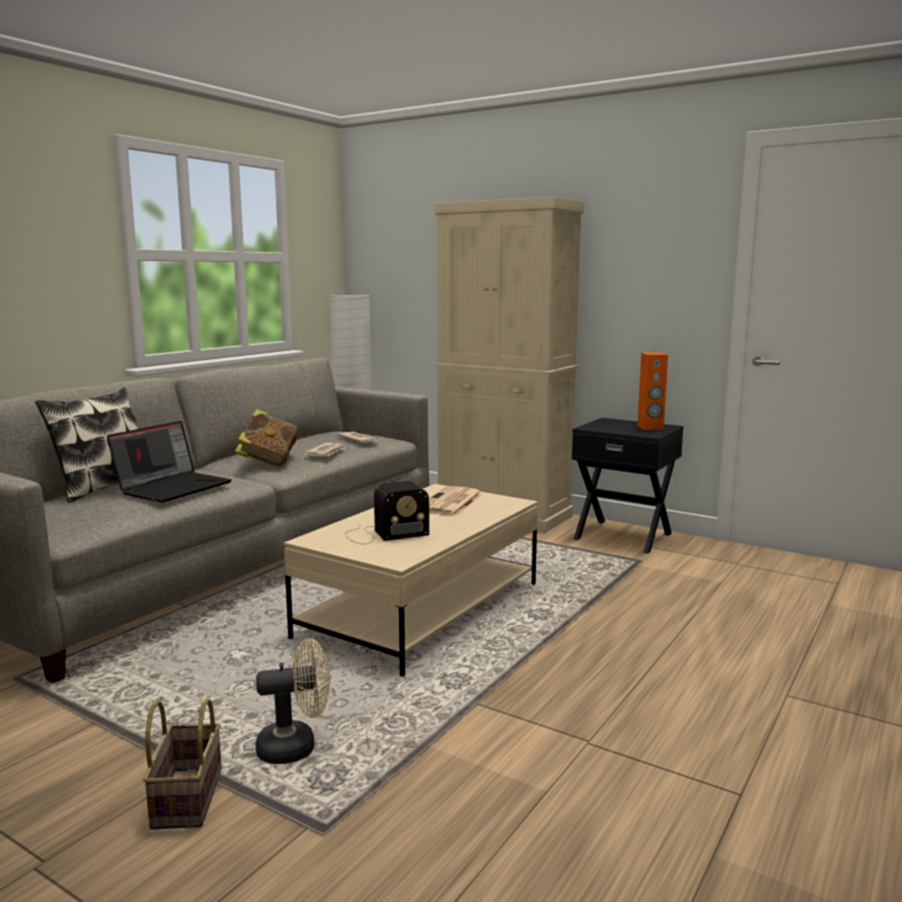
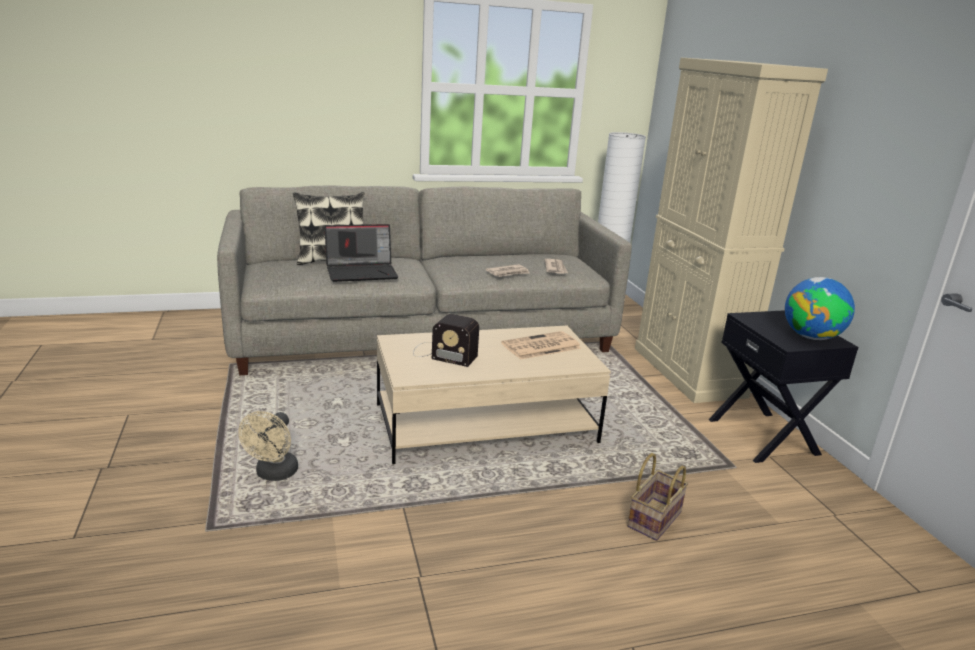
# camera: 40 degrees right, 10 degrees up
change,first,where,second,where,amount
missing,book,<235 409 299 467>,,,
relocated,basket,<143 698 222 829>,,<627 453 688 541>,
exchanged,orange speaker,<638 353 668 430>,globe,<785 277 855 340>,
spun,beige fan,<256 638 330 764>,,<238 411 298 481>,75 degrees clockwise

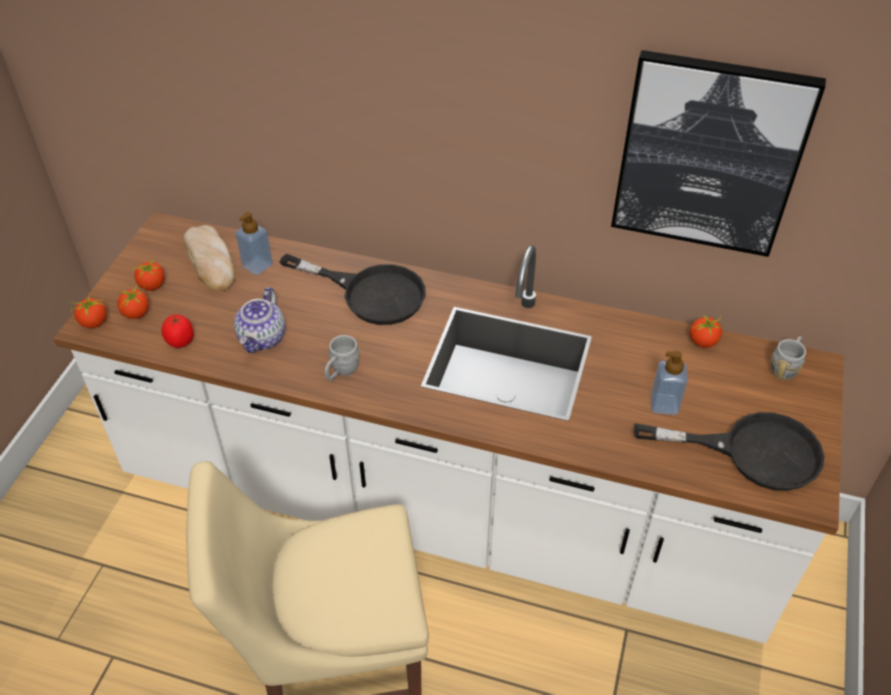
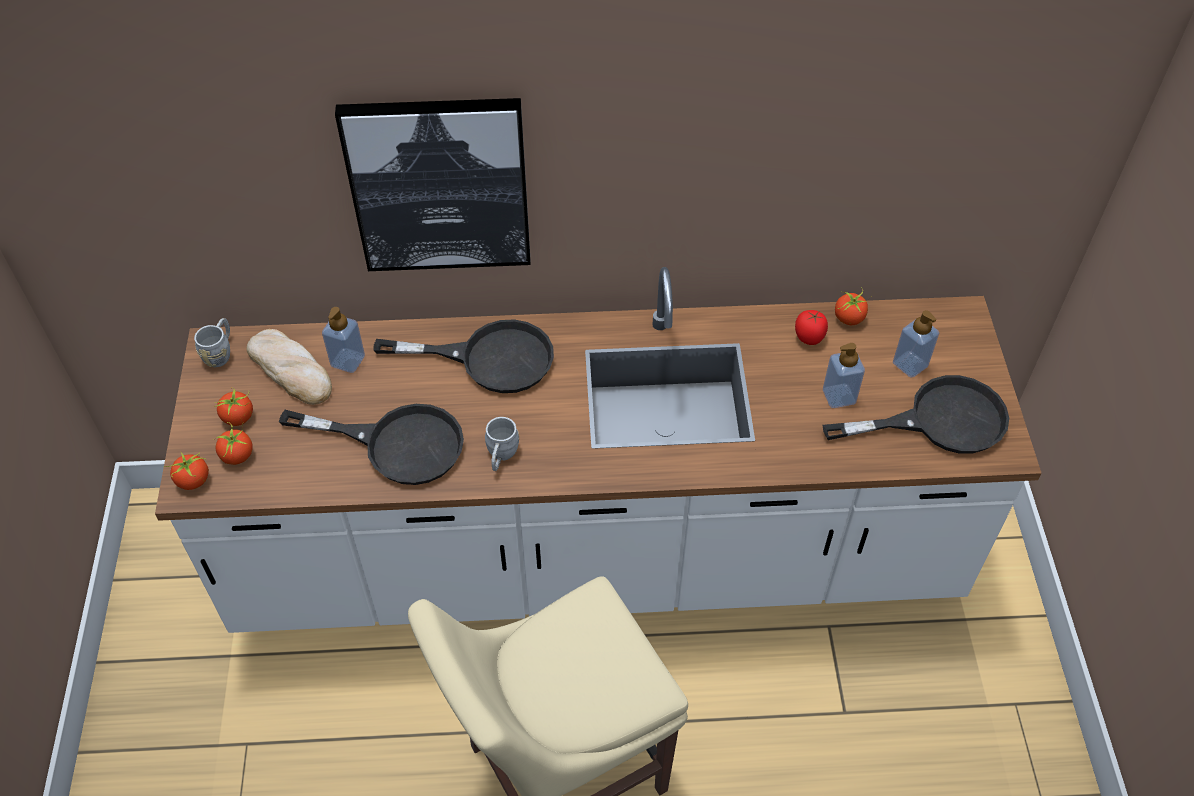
# camera: 20 degrees left, 5 degrees up
change,first,where,second,where,amount
appeared,,,soap dispenser,<893 310 939 378>,
relocated,tomato,<162 315 194 348>,,<795 310 828 345>,
relocated,picture,<611 50 826 257>,,<335 98 531 271>,
relocated,grey mug,<771 336 806 380>,,<194 318 230 367>,
exchanged,teapot,<234 287 285 353>,black frying pan,<279 404 464 485>,

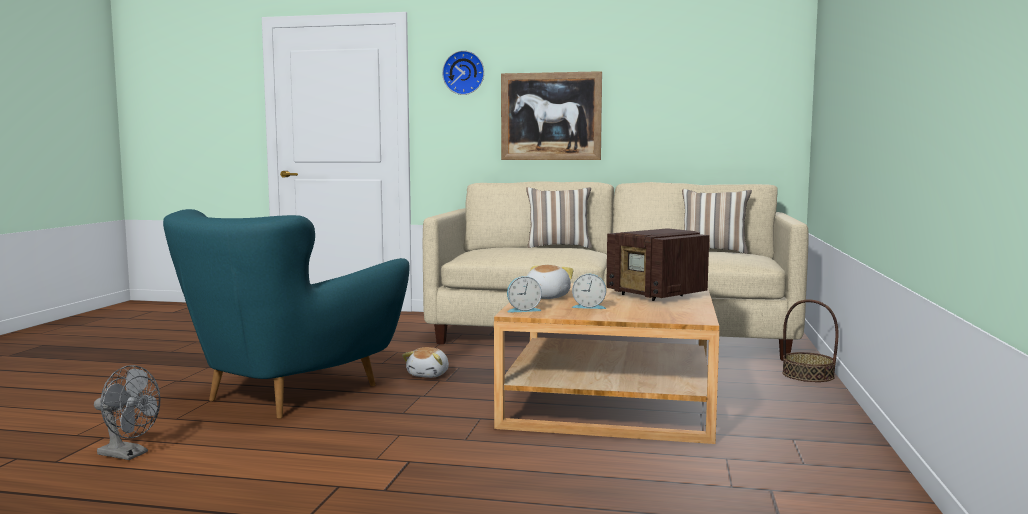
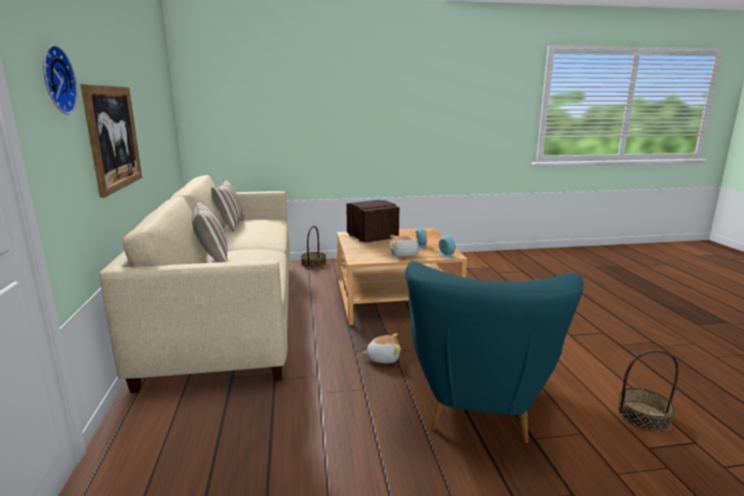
# camera: 110 degrees left, 10 degrees up
change,first,where,second,where,amount
exchanged,grey fan,<94 365 160 460>,basket,<617 349 679 432>,
spun,turquoise armchair,<163 209 409 419>,,<405 262 584 443>,90 degrees clockwise
spun,radio,<606 228 709 301>,,<346 200 399 243>,60 degrees counterclockwise

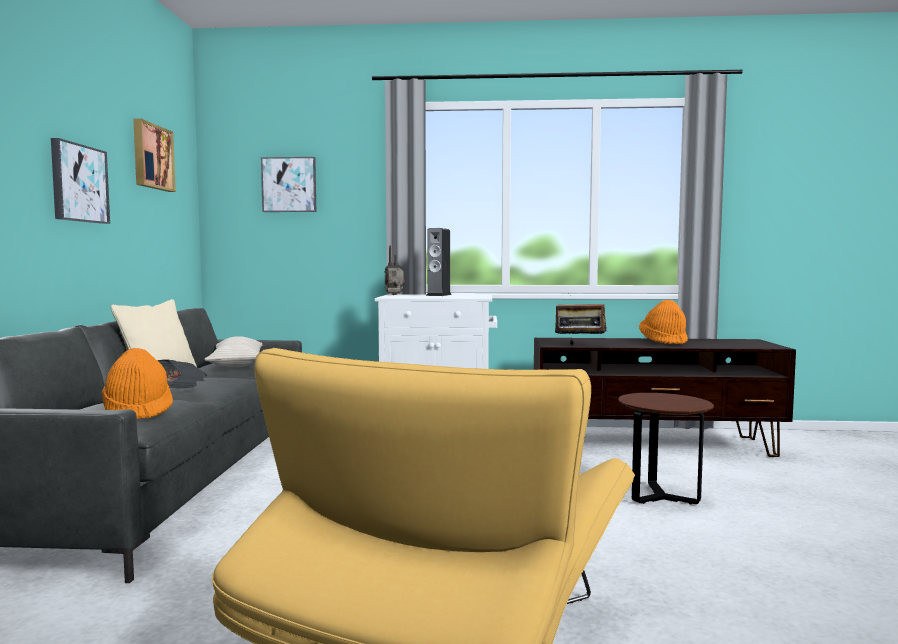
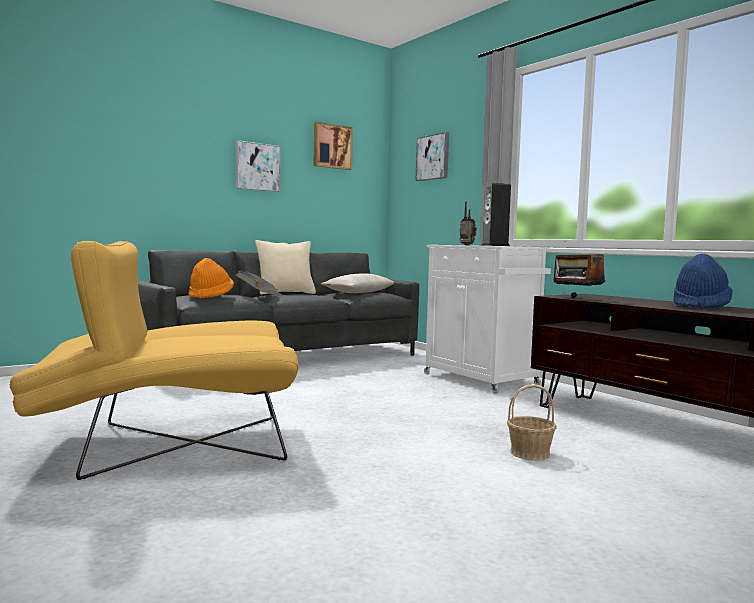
# camera: 50 degrees right, 0 degrees up
change,first,where,second,where,amount
exchanged,brown side table,<618 393 714 505>,basket,<507 384 557 460>,
colour,orange hat,<639 300 688 345>,blue hat,<673 254 733 309>,

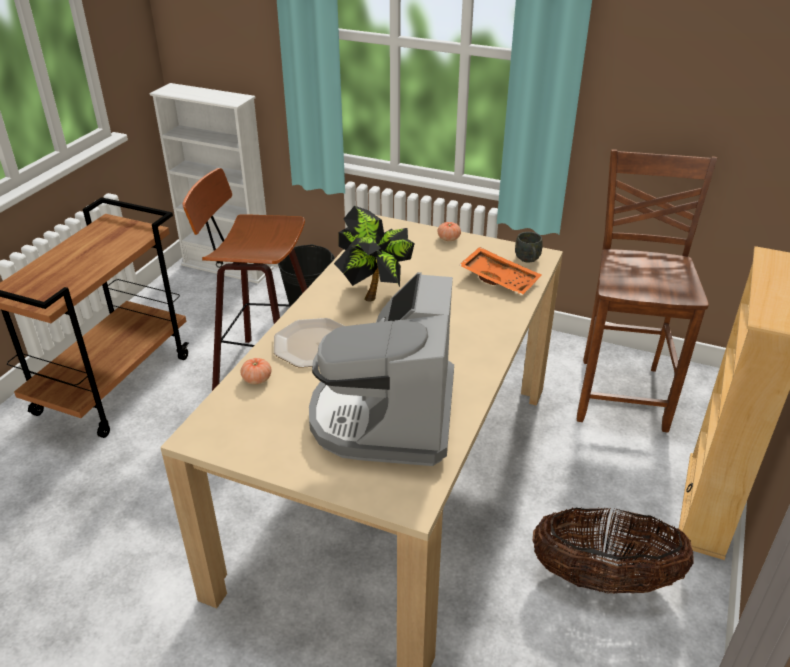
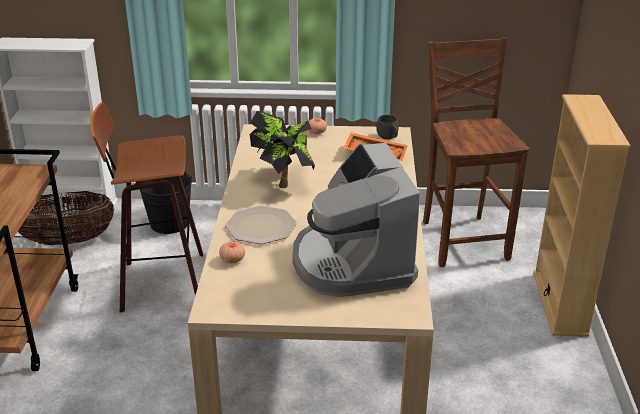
# camera: 20 degrees left, 5 degrees down
change,first,where,second,where,amount
relocated,basket,<533 507 694 594>,,<18 191 114 245>,

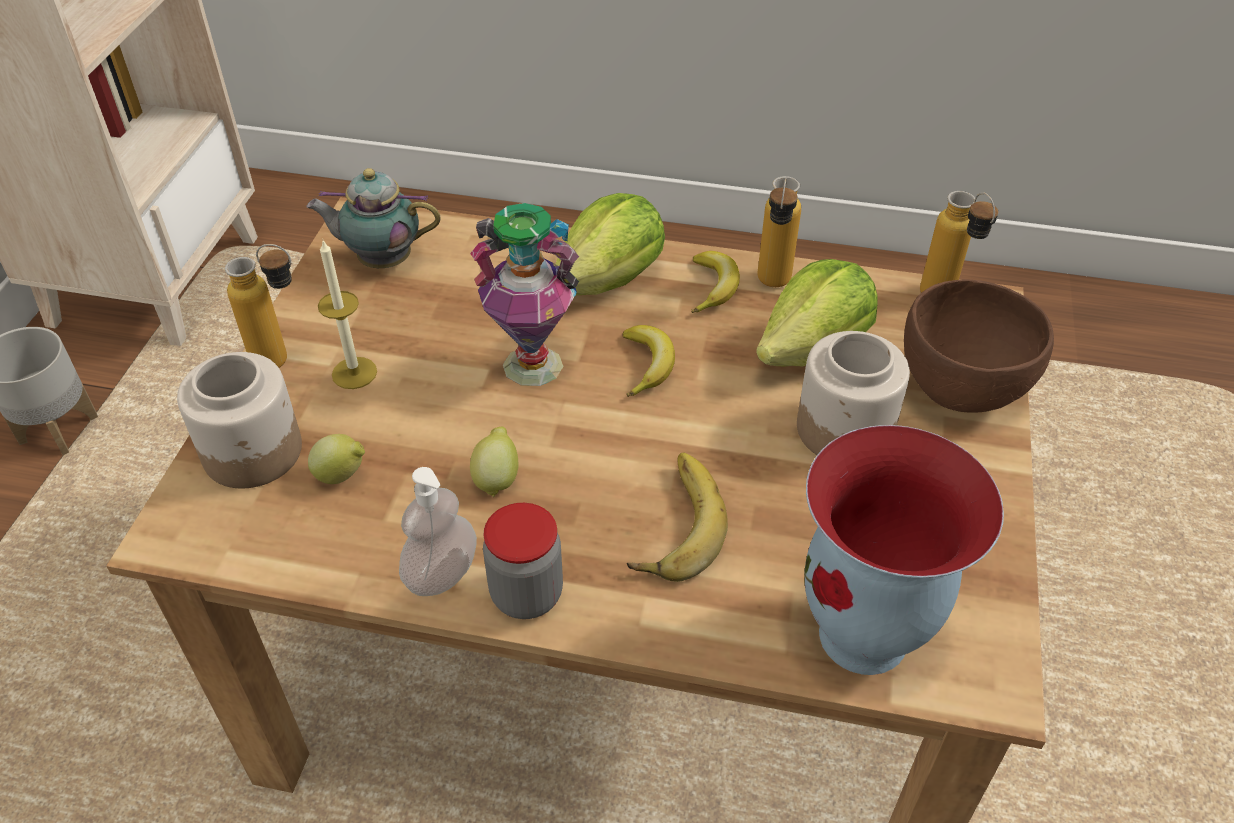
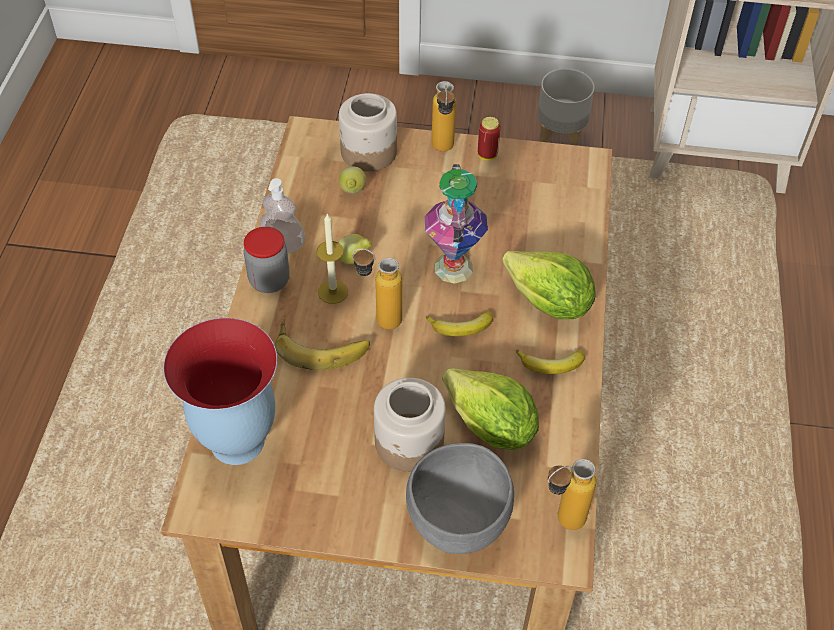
# camera: 85 degrees right, 5 degrees up
change,first,where,second,where,amount
missing,teapot,<306 168 441 268>,,,
appeared,,,can,<478 117 501 161>,
relocated,candle,<318 241 377 389>,,<317 213 348 304>,
relocated,bottle,<757 176 801 287>,,<352 248 402 330>,
colour,brown bowl,<904 279 1054 413>,grey bowl,<406 443 514 554>,

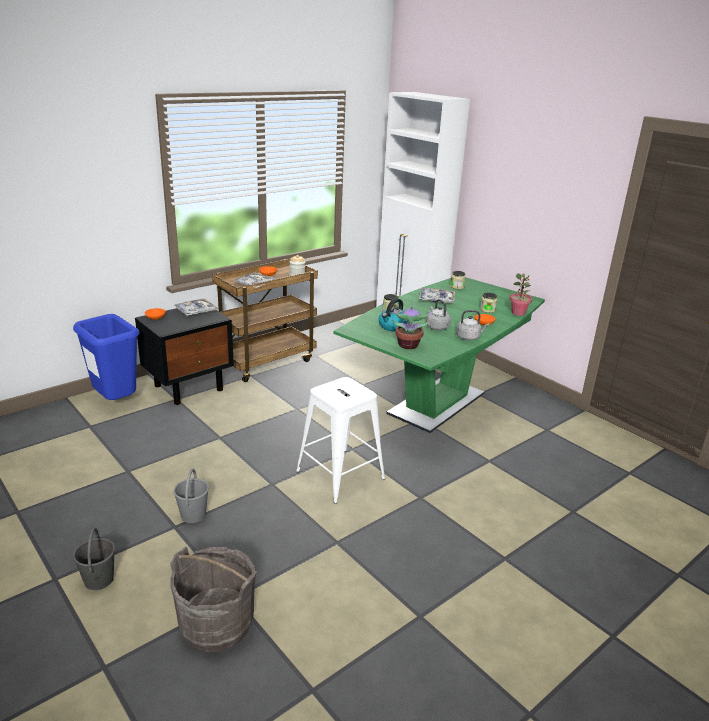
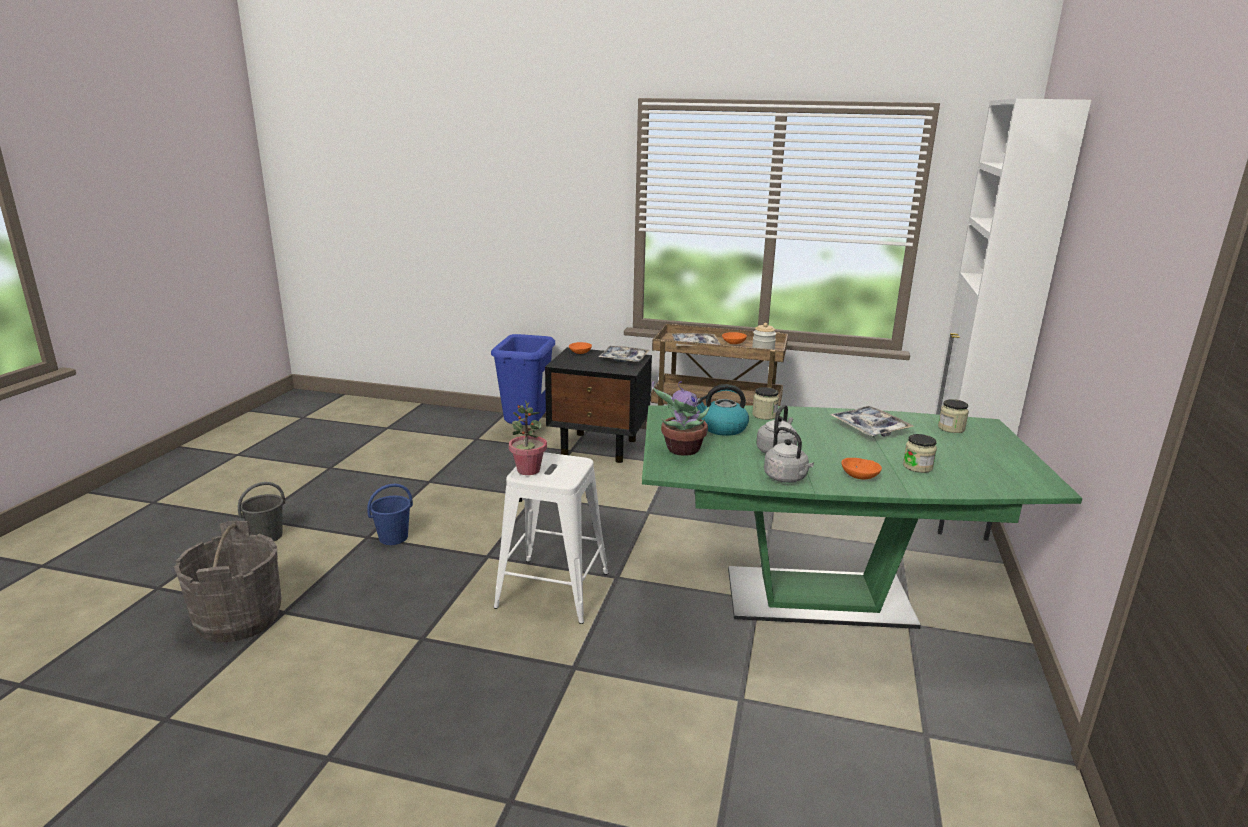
# camera: 55 degrees right, 5 degrees down
change,first,where,second,where,amount
relocated,potted plant,<510 273 532 316>,,<509 400 547 475>,
colour,grey bucket,<173 469 209 523>,blue bucket,<367 484 413 545>,

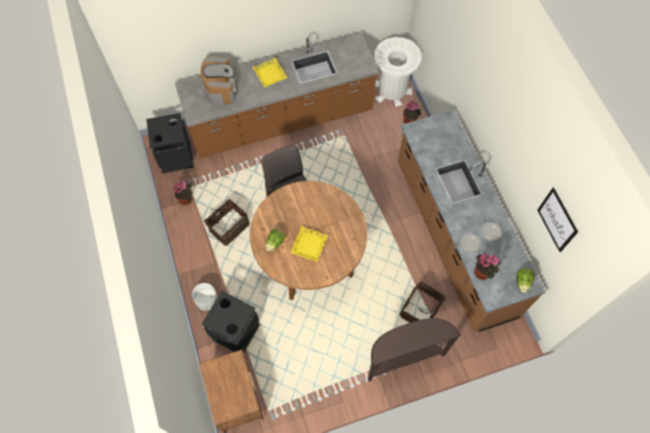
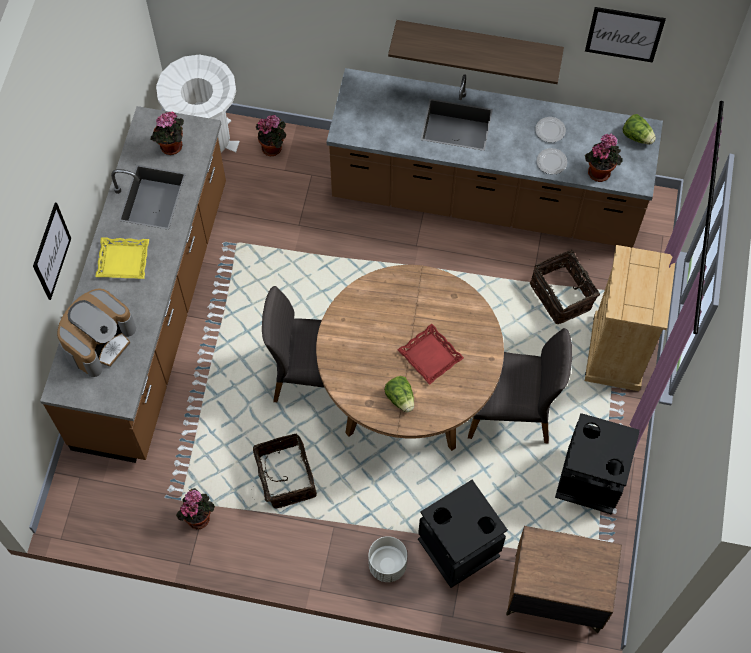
# camera: 60 degrees left, 0 degrees up
change,first,where,second,where,amount
appeared,,,picture,<33 203 71 300>,
appeared,,,potted plant,<150 112 184 155>,
appeared,,,shelf,<388 20 564 84>,
appeared,,,grey chair,<468 328 572 444>,
relocated,black trash can,<146 113 194 173>,,<555 413 639 515>,
exchanged,brown console table,<368 318 461 382>,beige dresser,<585 245 675 391>,
colour,yellow tray,<290 226 328 262>,red tray,<397 324 464 385>,
spun,coffee machine,<201 56 237 106>,,<57 289 136 377>,105 degrees clockwise

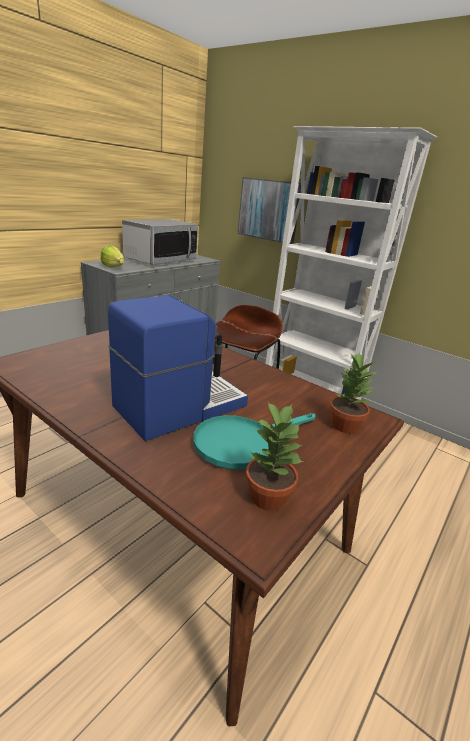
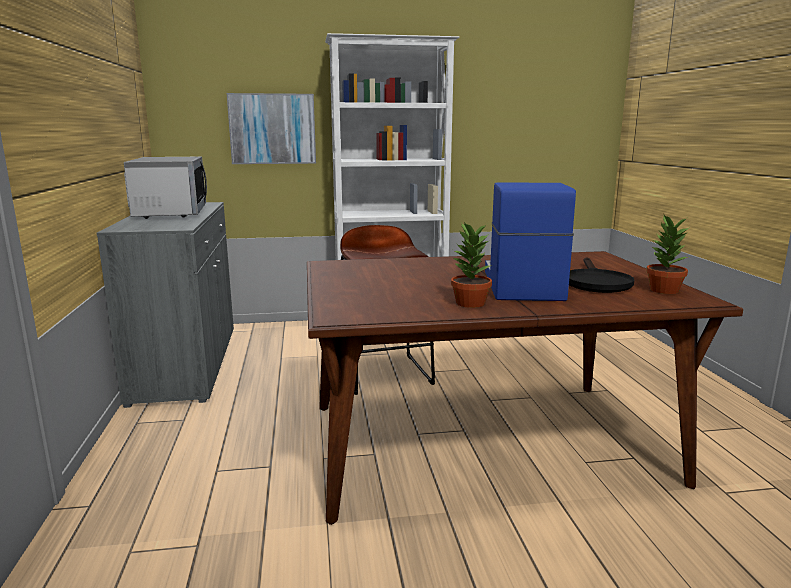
# camera: 45 degrees left, 10 degrees down
change,first,where,second,where,amount
missing,lettuce,<101 245 124 267>,,,
relocated,potted plant,<329 352 378 433>,,<451 222 492 308>,
colour,turquoise frying pan,<193 413 315 470>,black frying pan,<569 258 634 293>,

